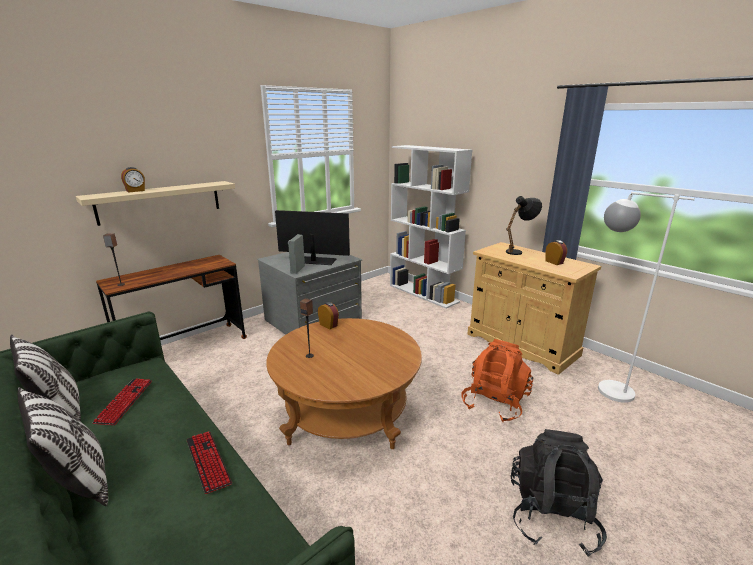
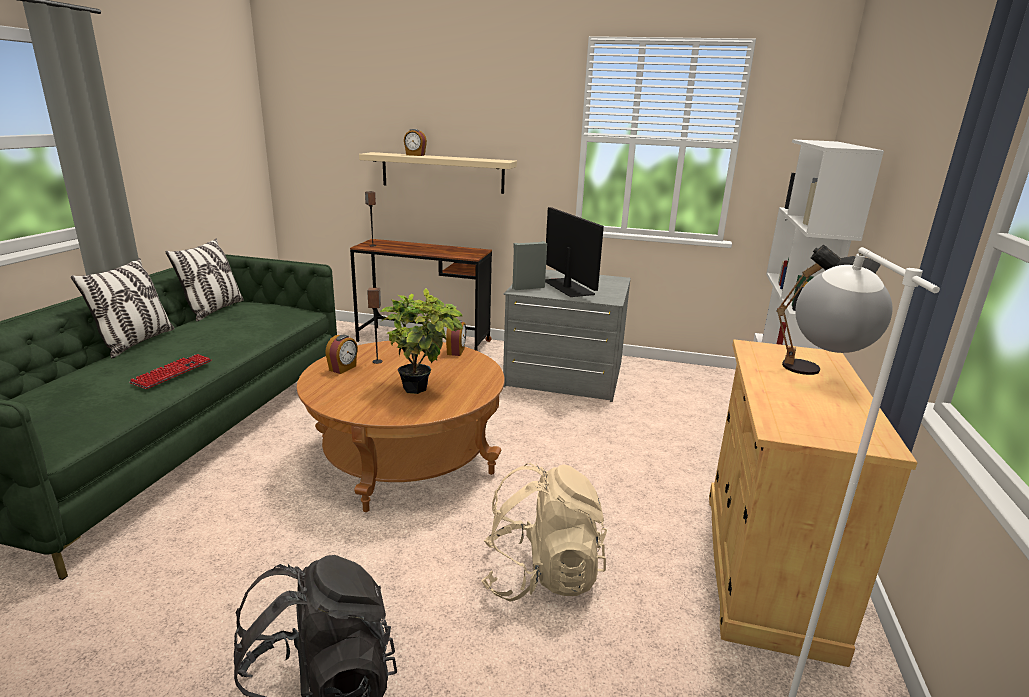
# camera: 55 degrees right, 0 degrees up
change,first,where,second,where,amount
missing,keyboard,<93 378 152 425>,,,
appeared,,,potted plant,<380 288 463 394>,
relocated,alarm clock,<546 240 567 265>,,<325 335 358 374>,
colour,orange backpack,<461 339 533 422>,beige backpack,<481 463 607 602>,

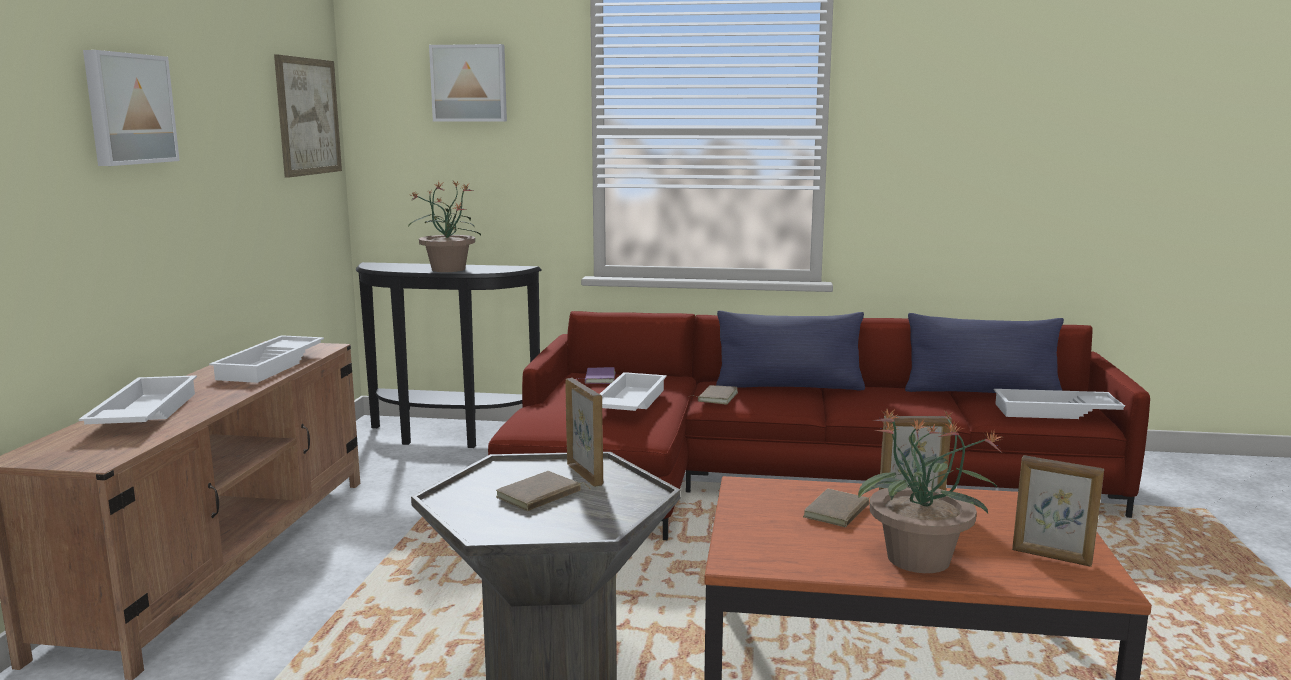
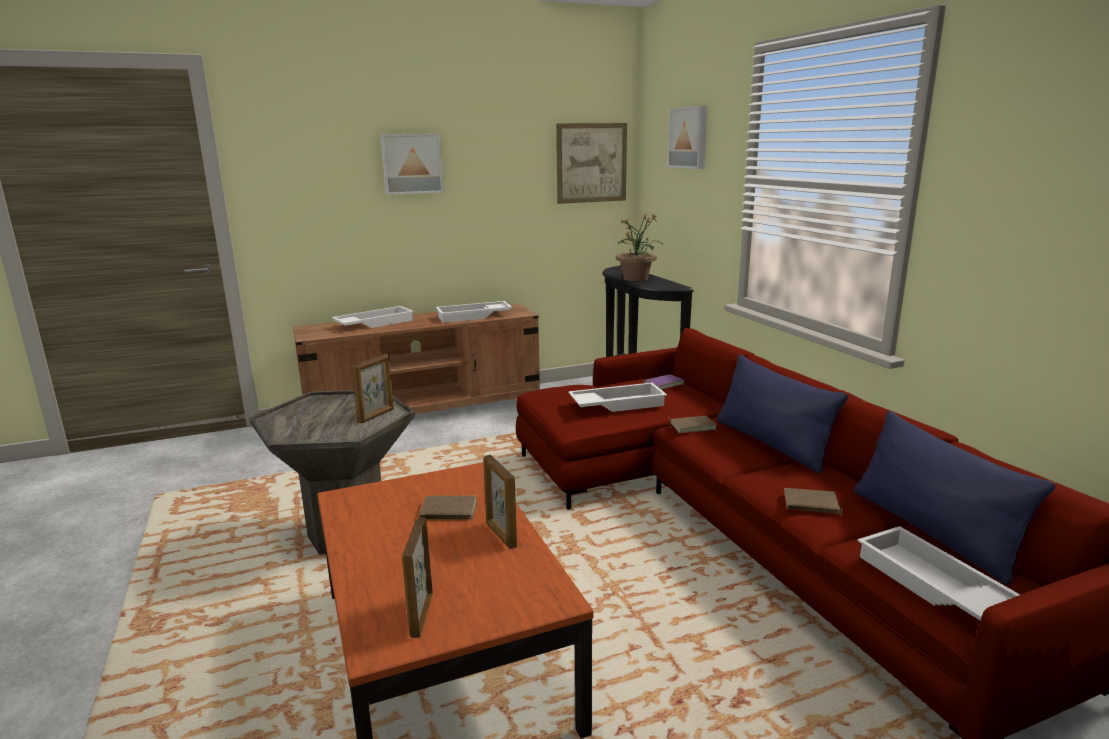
# camera: 60 degrees right, 5 degrees up
change,first,where,second,where,amount
missing,potted plant,<858 409 1001 573>,,,
relocated,brown book,<496 471 591 511>,,<784 488 843 516>,

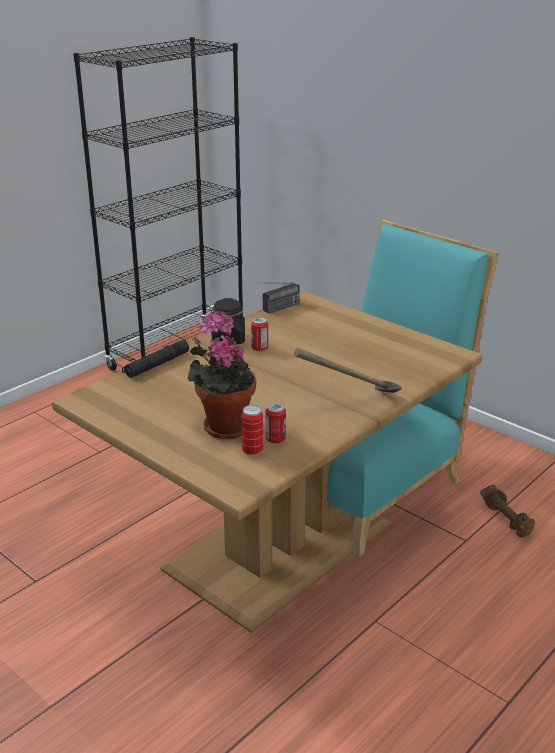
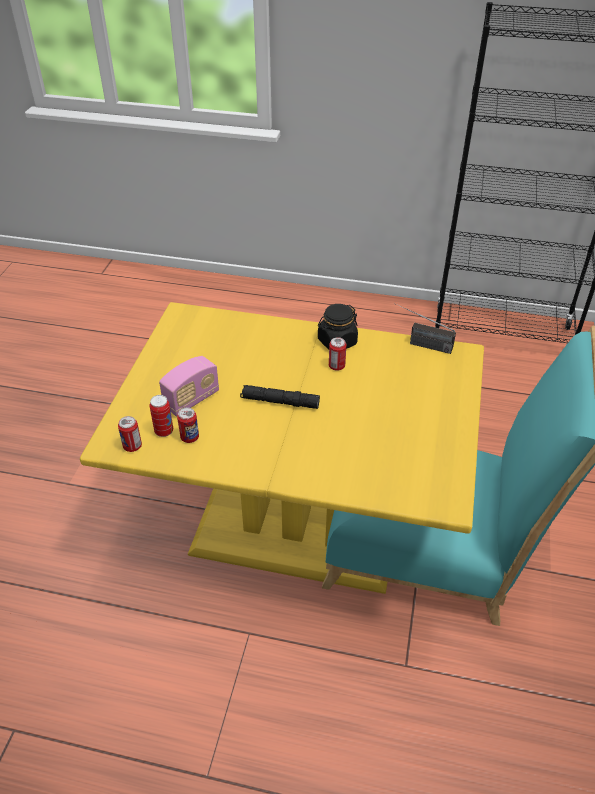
# camera: 60 degrees right, 15 degrees up
change,first,where,second,where,amount
missing,hammer,<294 348 402 393>,,,
missing,brown dumbbell,<480 485 535 537>,,,
appeared,,,can,<118 416 142 452>,
relocated,black flashlight,<122 340 189 378>,,<240 385 320 409>,
exchanged,potted plant,<188 311 257 439>,radio,<159 356 219 416>,
colour,brown dining table,<52 291 482 633>,yellow dining table,<80 302 484 594>,

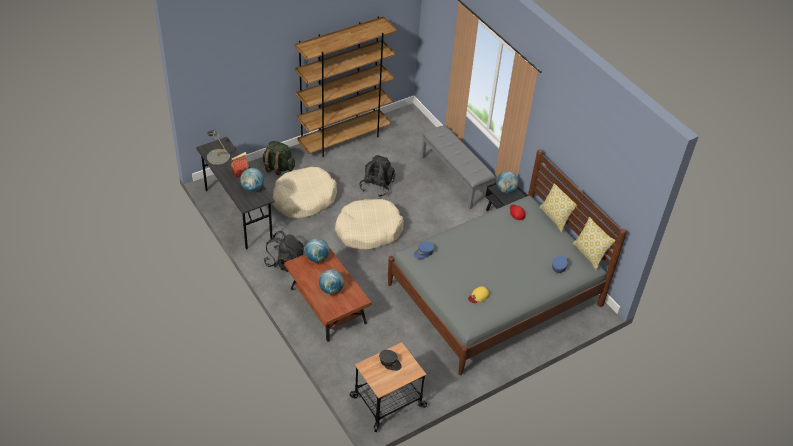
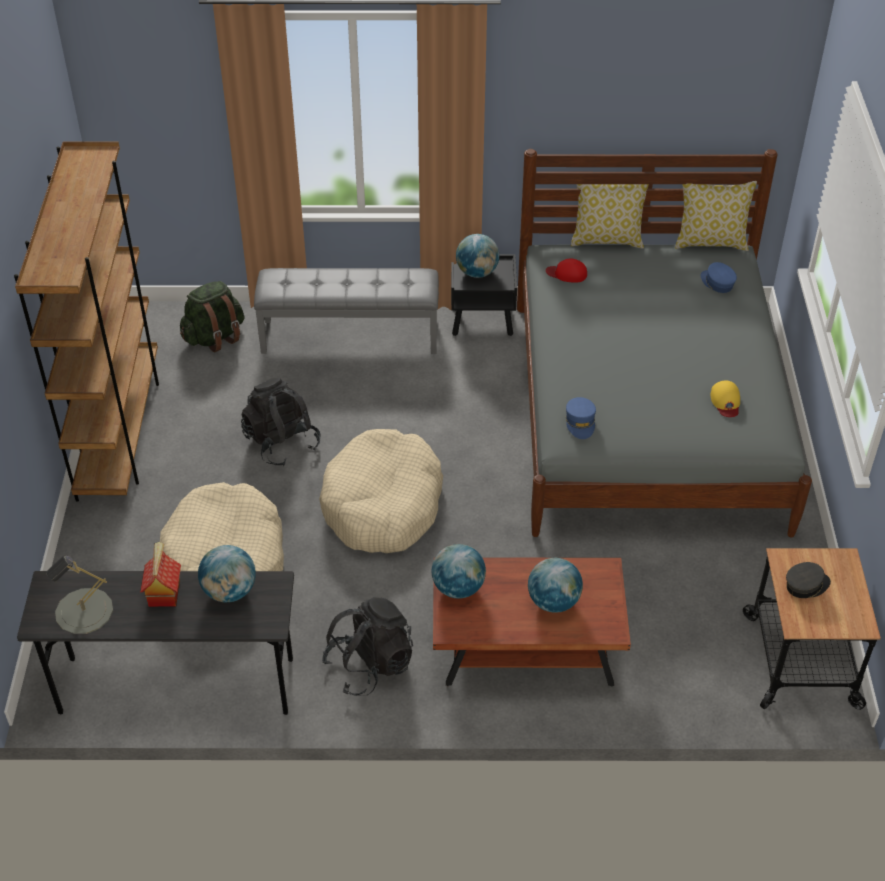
# camera: 55 degrees left, 0 degrees up
change,first,where,second,where,amount
relocated,green backpack,<263 141 295 175>,,<180 281 244 352>,

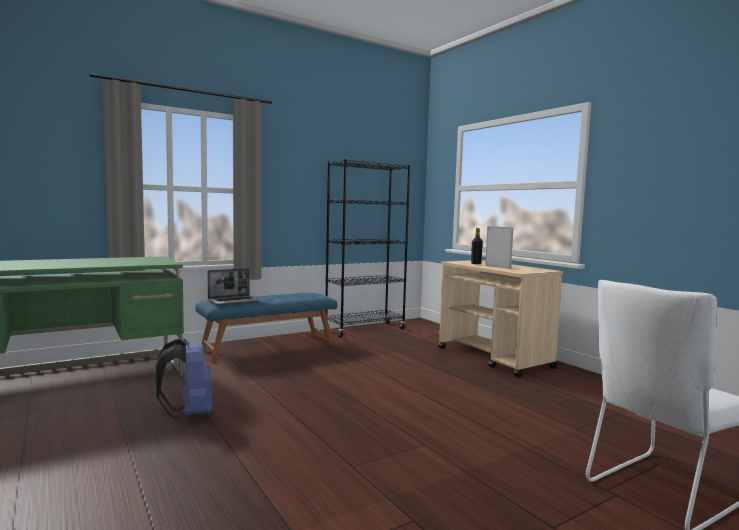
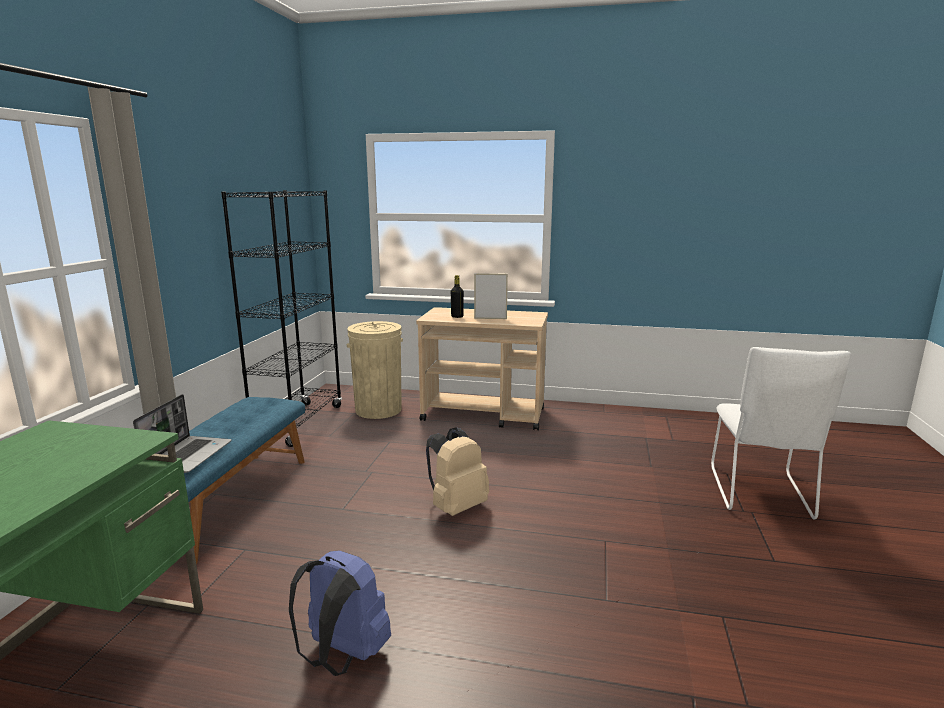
# camera: 45 degrees left, 10 degrees up
change,first,where,second,where,amount
appeared,,,beige trash can,<347 321 403 419>,
appeared,,,beige backpack,<426 427 489 516>,

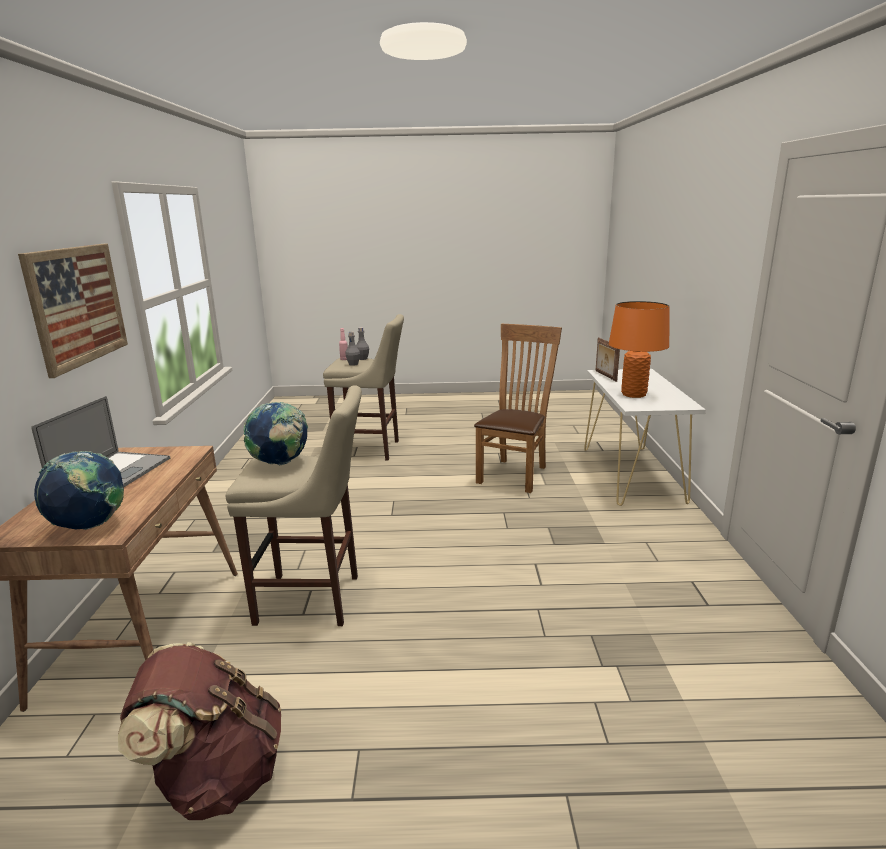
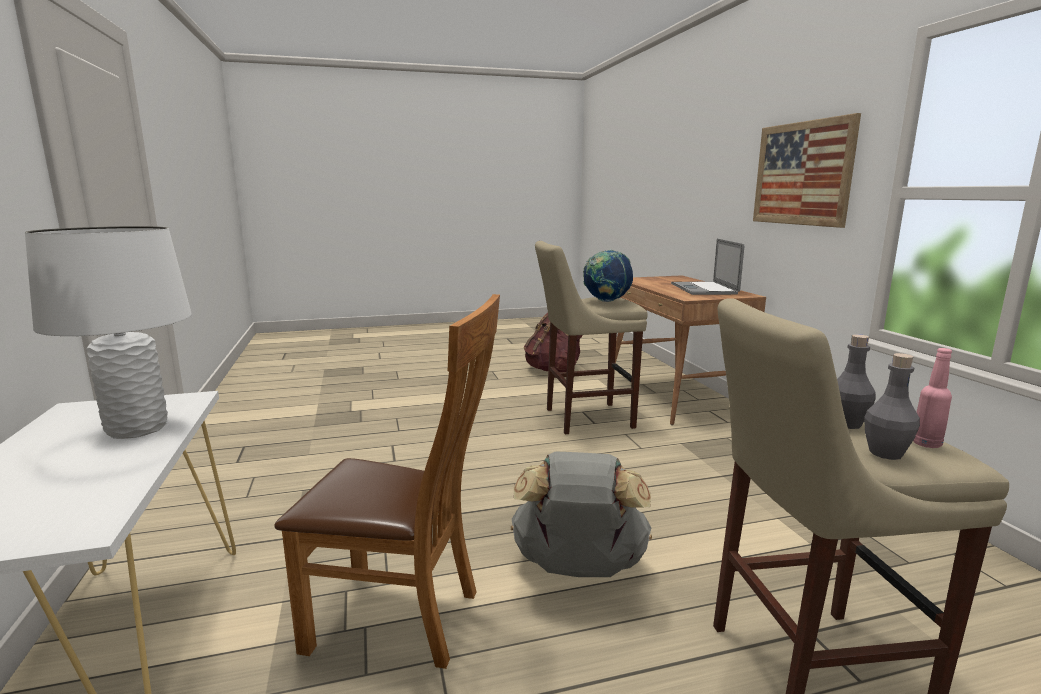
# camera: 165 degrees right, 5 degrees down
change,first,where,second,where,amount
missing,globe,<34 451 124 530>,,,
missing,picture frame,<595 337 620 382>,,,
appeared,,,grey backpack,<511 451 652 577>,
colour,orange table lamp,<609 301 669 398>,white table lamp,<25 226 192 439>,
spun,brown chair,<474 324 562 493>,,<274 294 500 669>,90 degrees counterclockwise

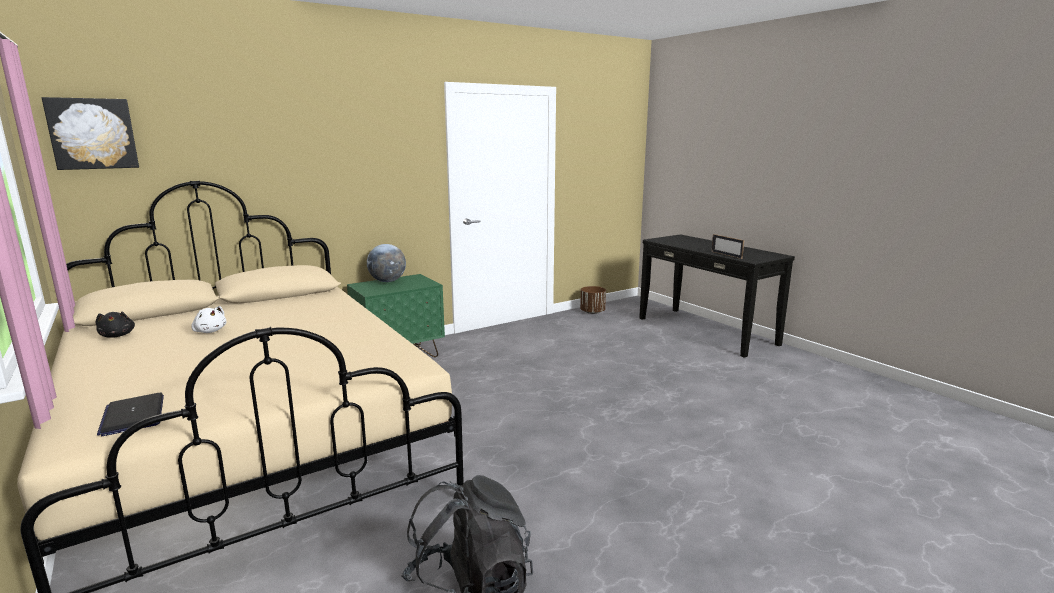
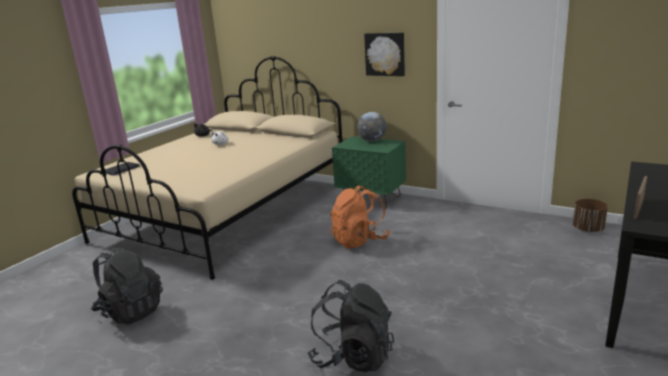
# camera: 65 degrees right, 5 degrees up
change,first,where,second,where,amount
appeared,,,black backpack,<308 280 394 372>,
appeared,,,orange backpack,<330 185 390 248>,
relocated,picture,<42 97 139 170>,,<364 32 405 76>,

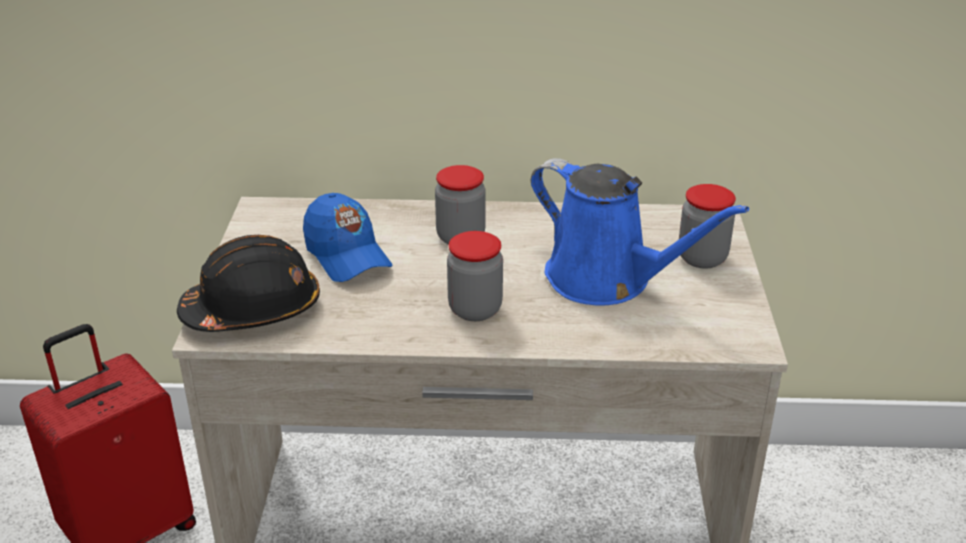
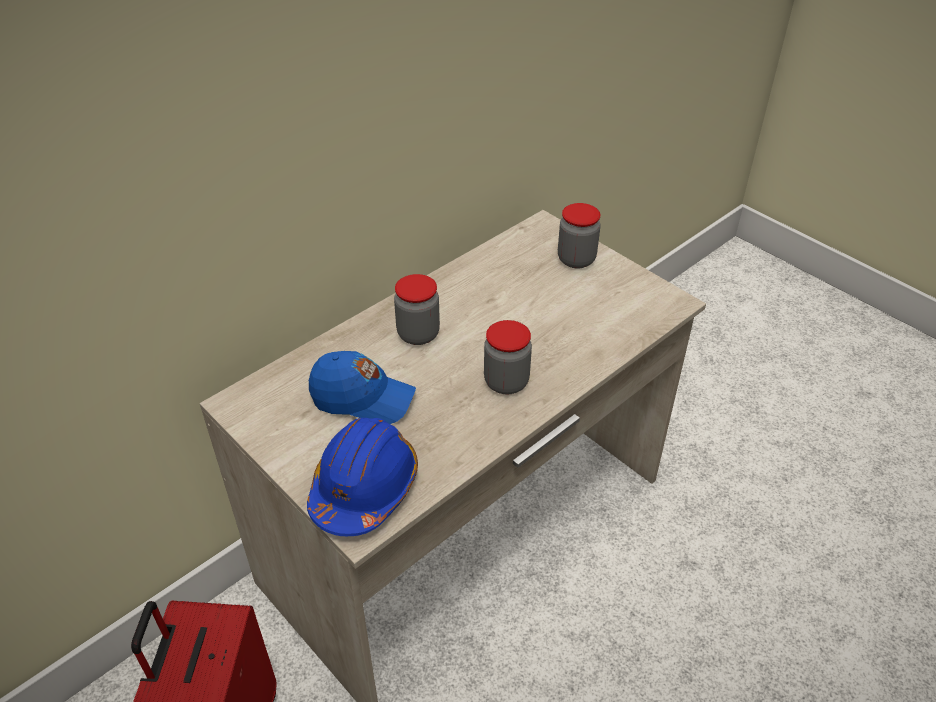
# camera: 45 degrees left, 10 degrees up
change,first,where,second,where,amount
missing,blue watering can,<531 158 749 306>,,,
colour,black hard hat,<177 235 320 332>,blue hard hat,<307 418 418 536>,

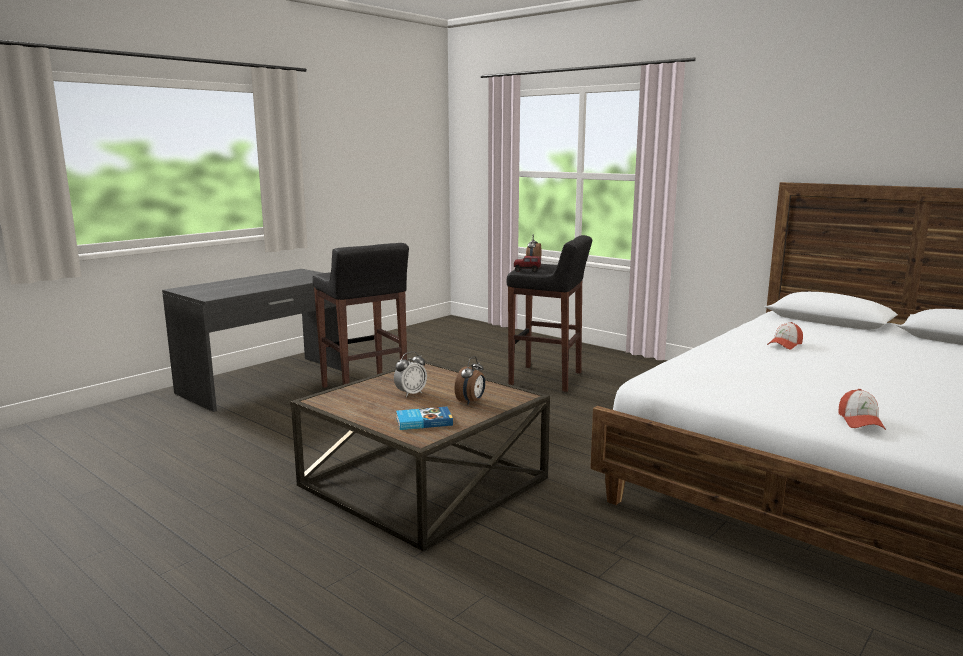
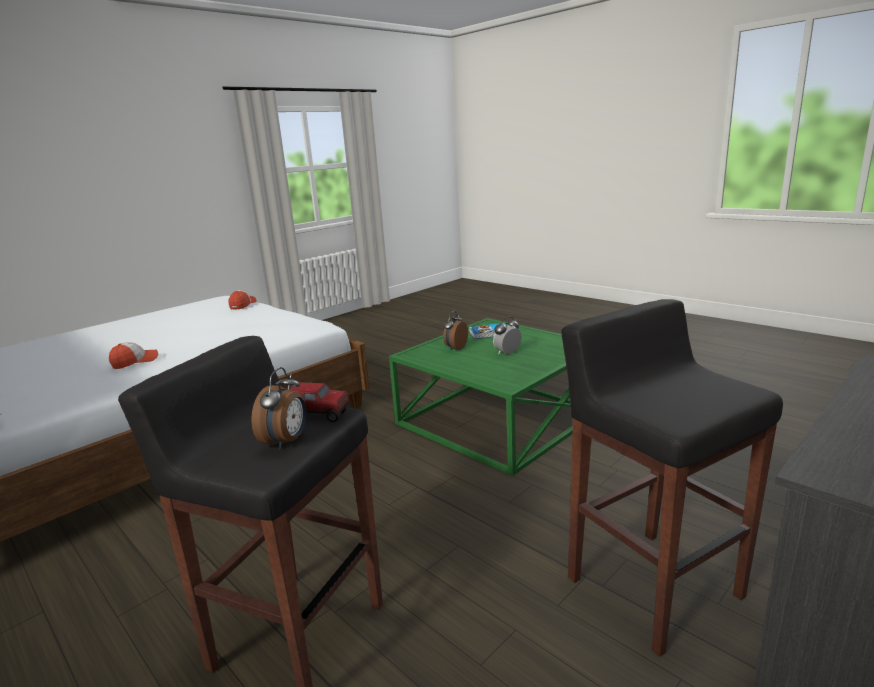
# camera: 175 degrees left, 5 degrees up
change,first,where,second,where,amount
colour,brown coffee table,<290 361 550 551>,green coffee table,<389 318 573 476>,

